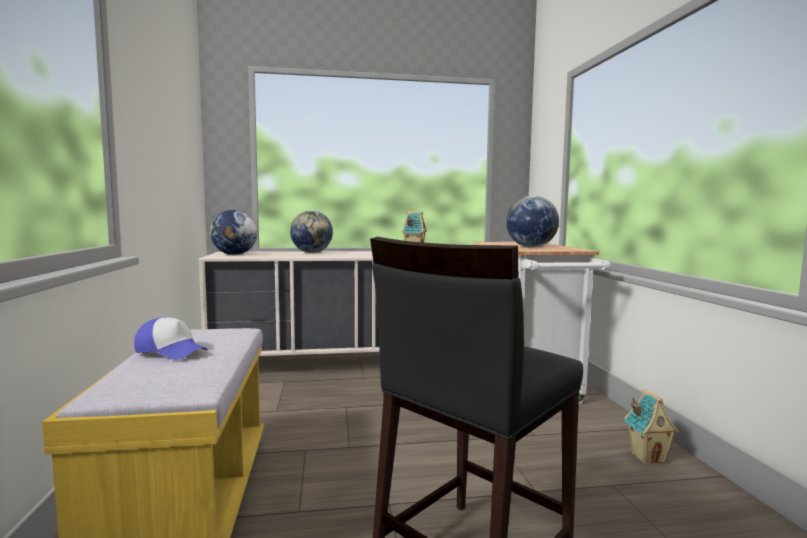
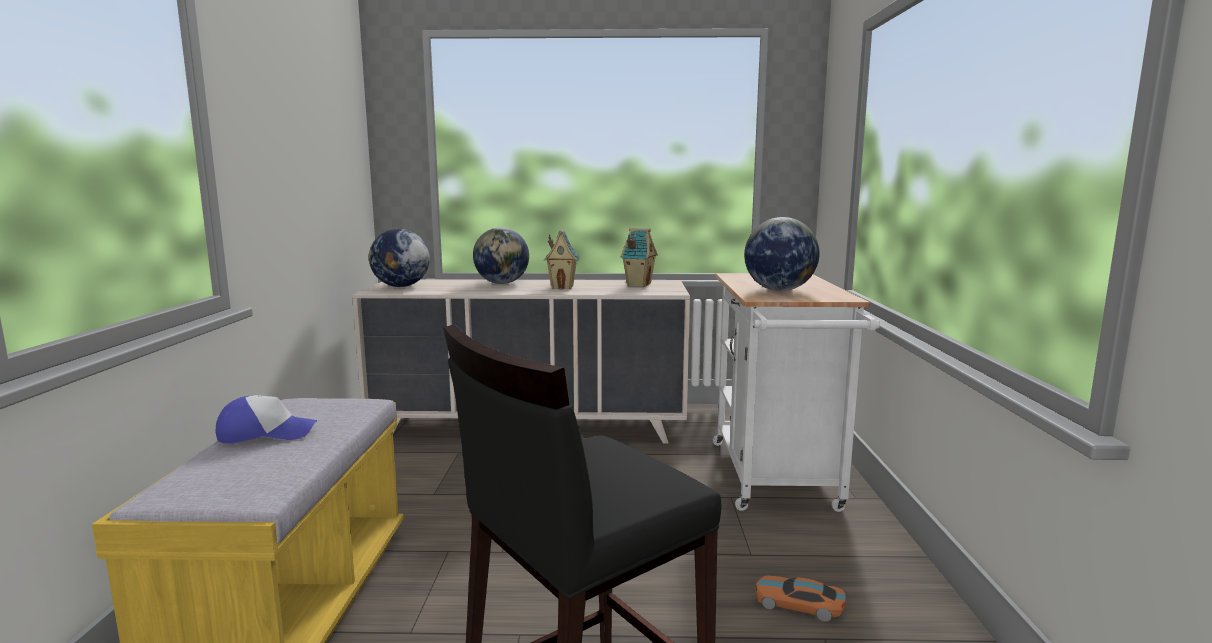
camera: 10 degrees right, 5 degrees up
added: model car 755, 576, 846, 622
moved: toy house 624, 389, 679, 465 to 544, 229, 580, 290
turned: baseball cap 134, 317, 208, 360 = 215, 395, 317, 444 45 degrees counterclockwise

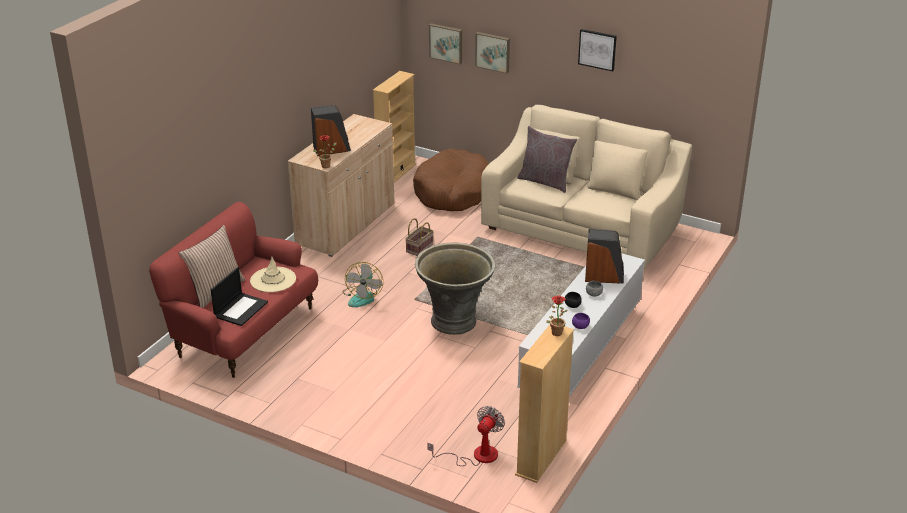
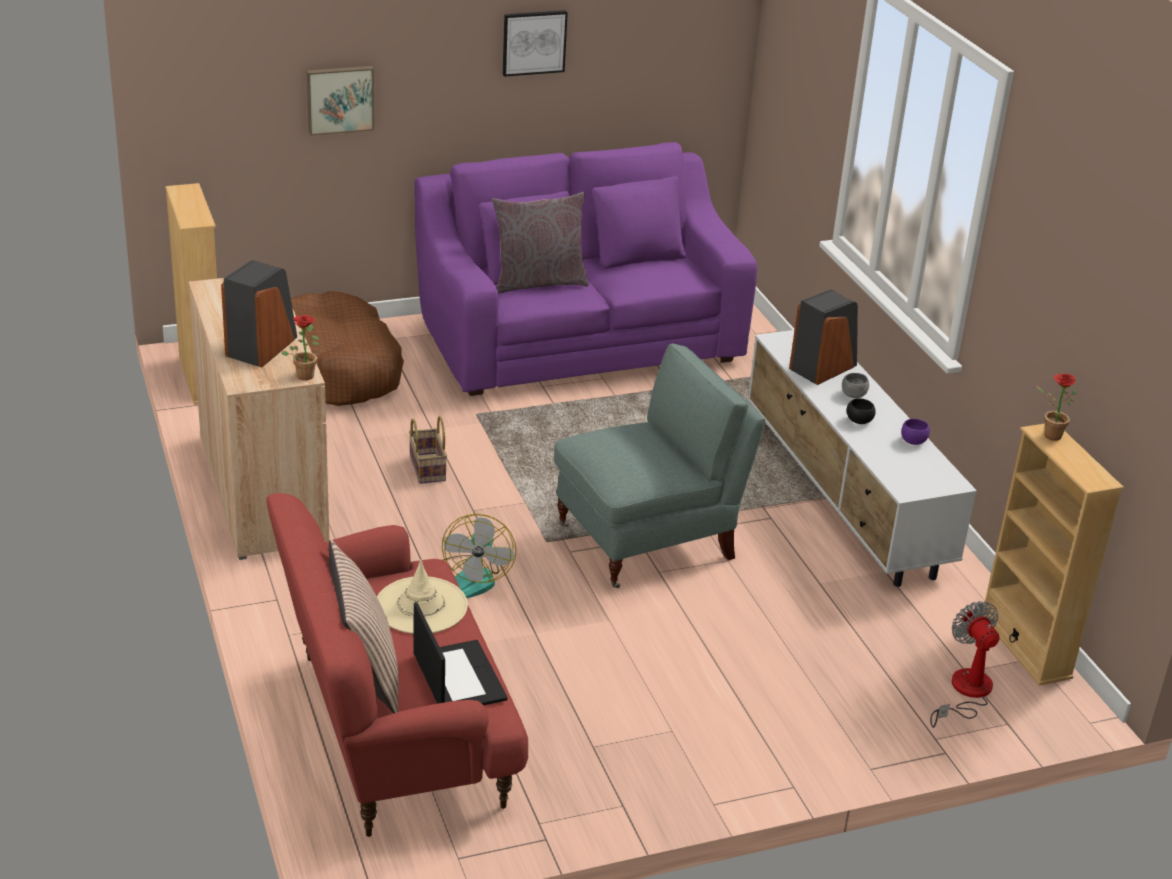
camera: 50 degrees left, 0 degrees up
removed: wall art 429, 23, 462, 64
replaced: grey flower pot 415, 243, 495, 335 to grey easy chair 554, 344, 765, 588
recoloured: beige settee 481, 105, 692, 269 to purplish settee 414, 142, 757, 396
turned: electric fan 343, 262, 383, 307 = 442, 514, 516, 598 45 degrees clockwise

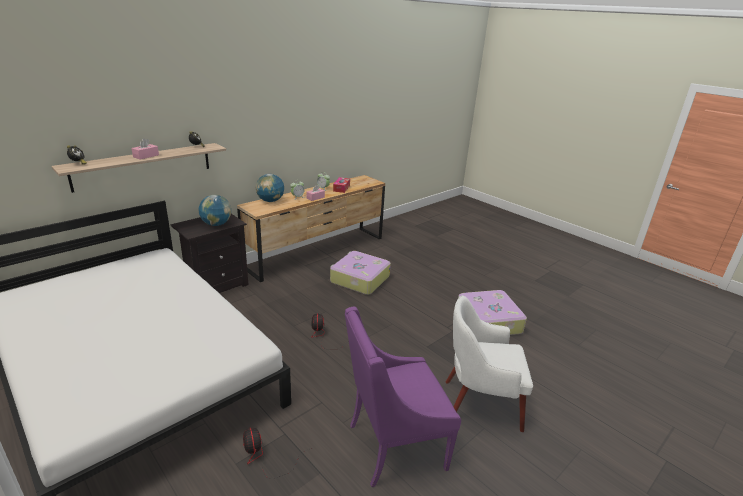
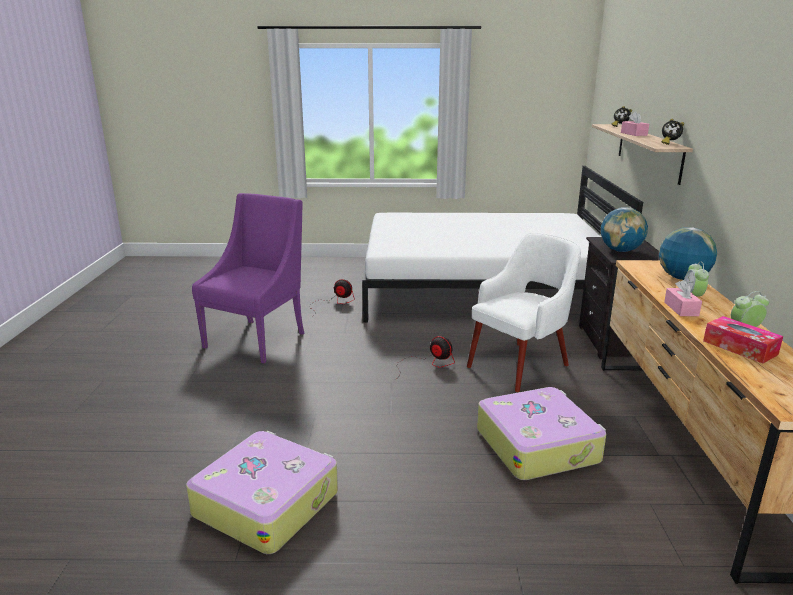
camera: 135 degrees right, 5 degrees down
moved: white-coloured easy chair 446, 295, 533, 432 to 467, 233, 581, 392

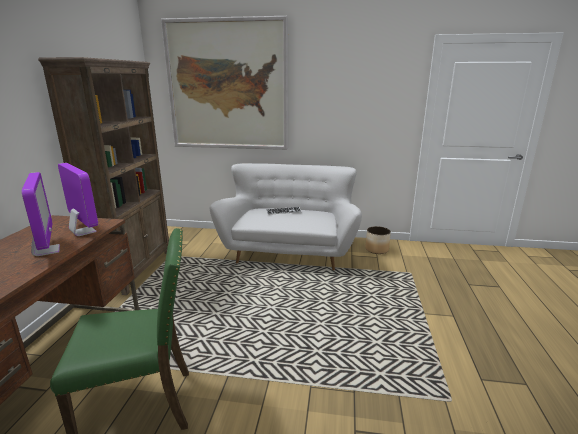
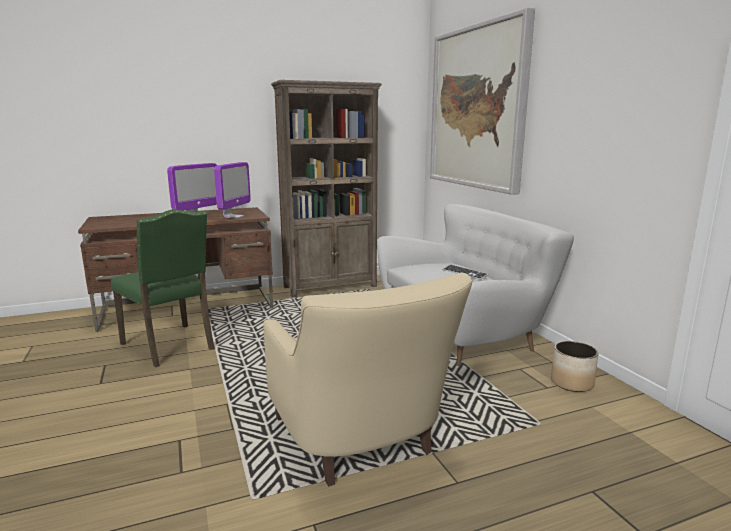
camera: 60 degrees right, 5 degrees down
added: beige easy chair 264, 273, 473, 486

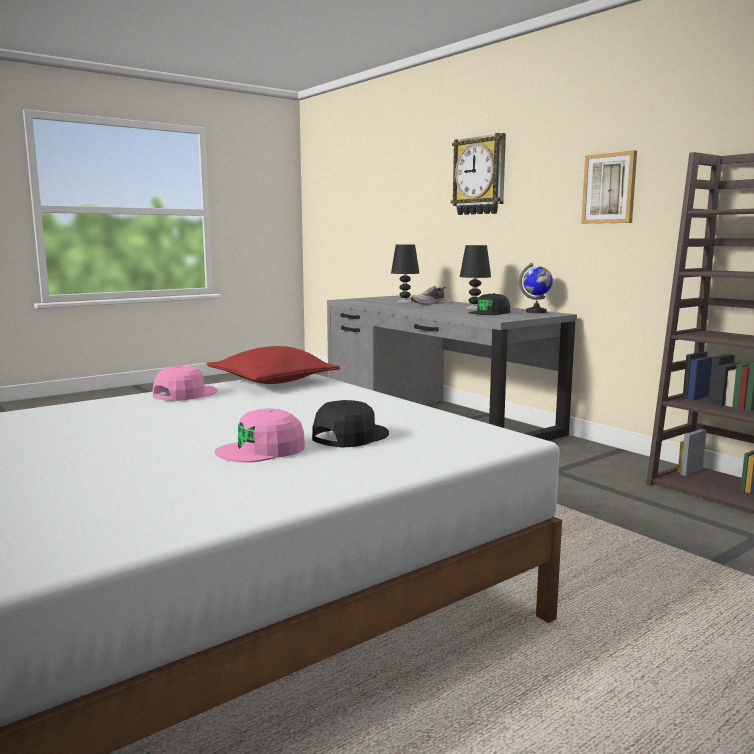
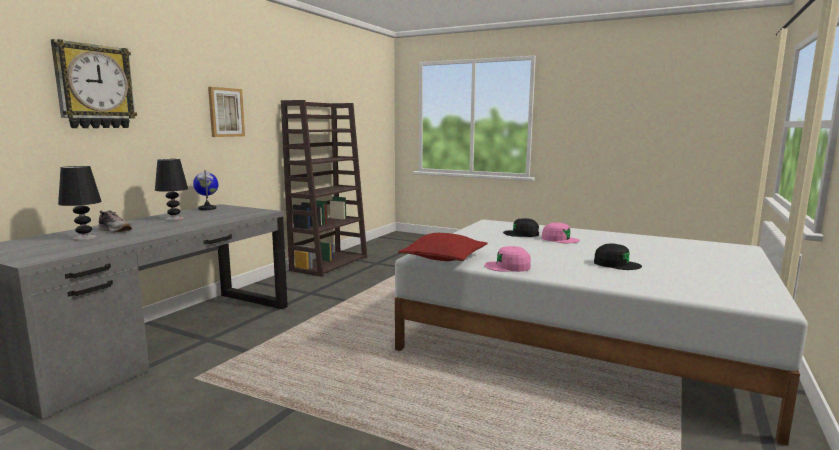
camera: 115 degrees left, 0 degrees up
moved: blackish baseball cap 469, 293, 510, 315 to 594, 244, 642, 270

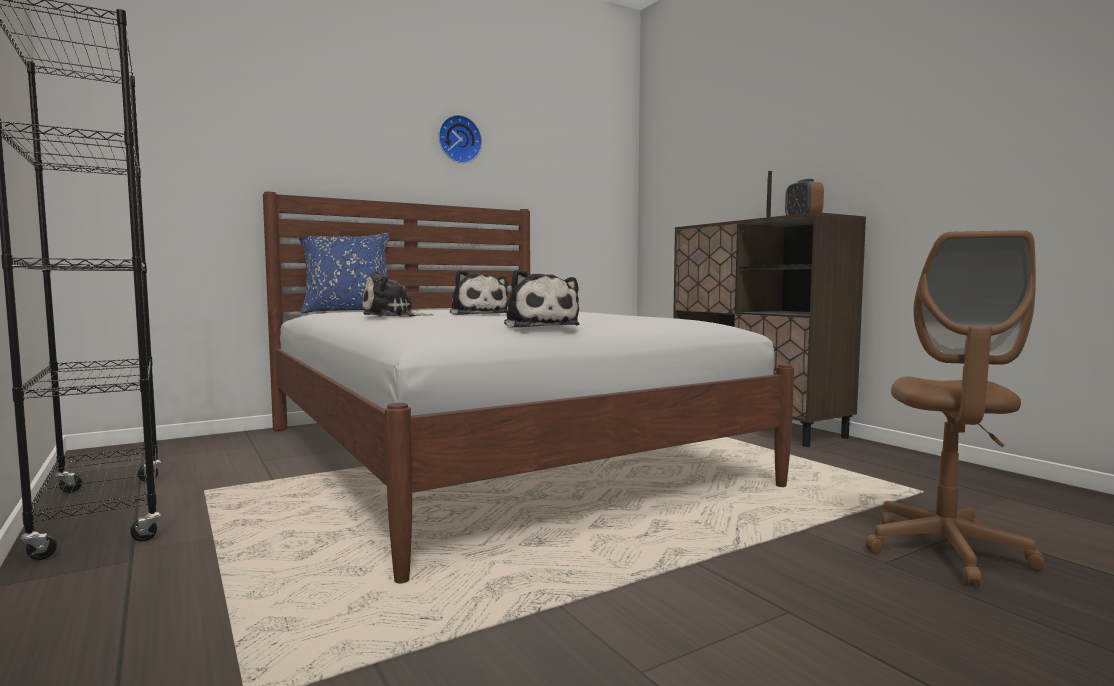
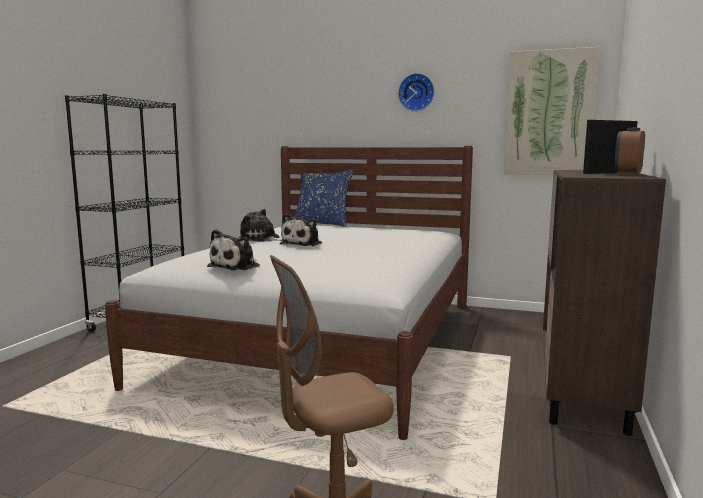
camera: 50 degrees right, 5 degrees up
added: wall art 504, 47, 599, 175

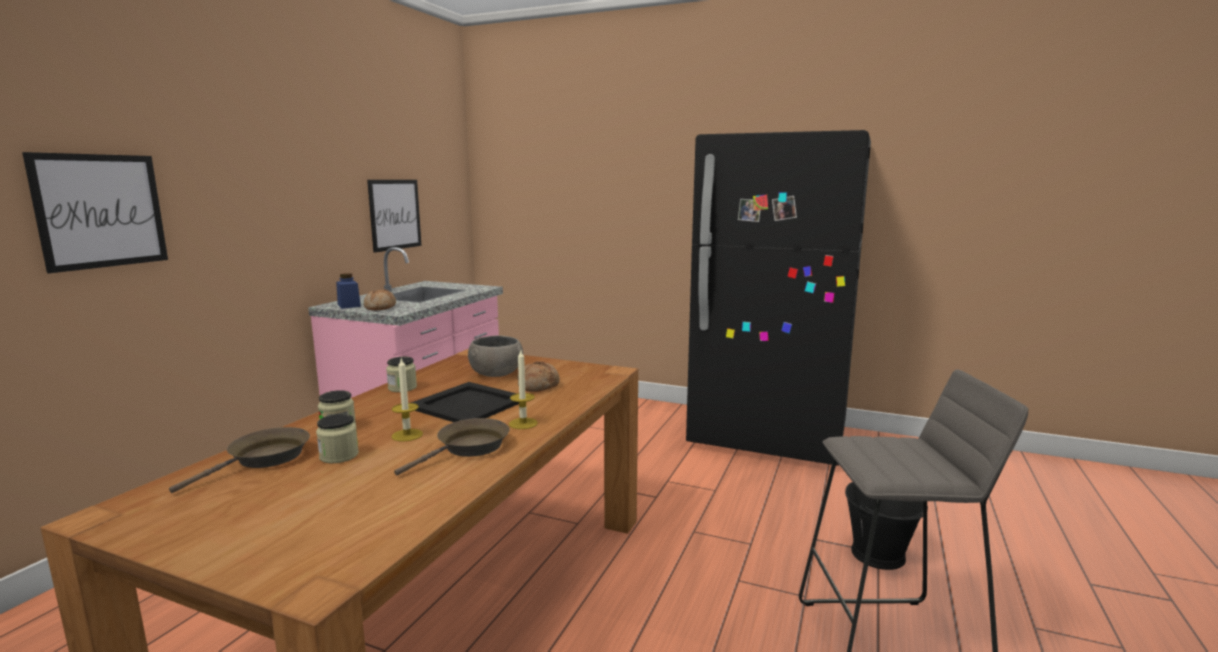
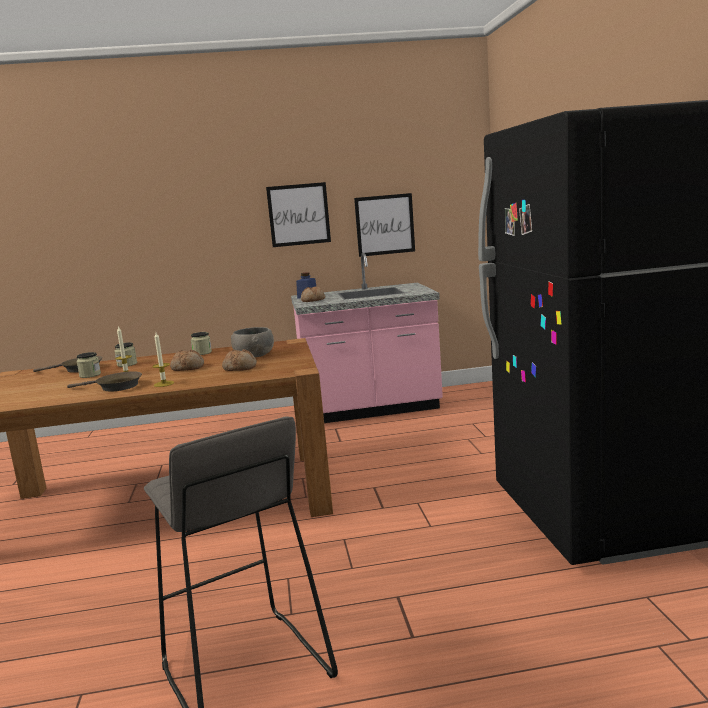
camera: 60 degrees right, 0 degrees up
removed: blackish water bucket 845, 482, 928, 570
moved: wall art 22, 152, 168, 273 to 266, 182, 331, 247
replaced: blackish serving tray 411, 382, 519, 422 to baked bread 170, 350, 204, 371

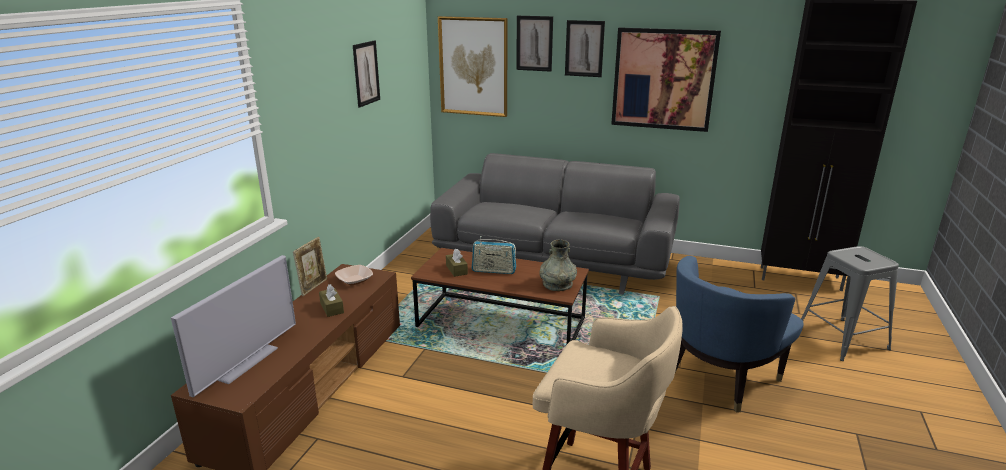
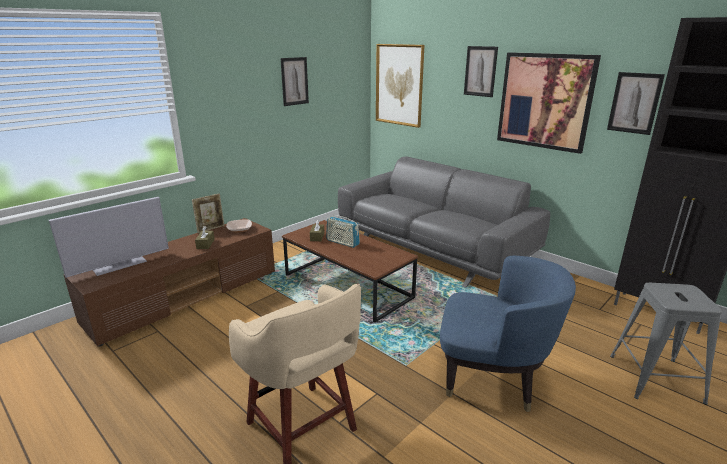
camera: 25 degrees right, 0 degrees up
removed: grey flower vase 539, 240, 577, 291
moved: wall art 516, 16, 553, 72 to 607, 72, 665, 135
turned: blue easy chair 675, 256, 804, 413 = 440, 256, 576, 412 150 degrees counterclockwise

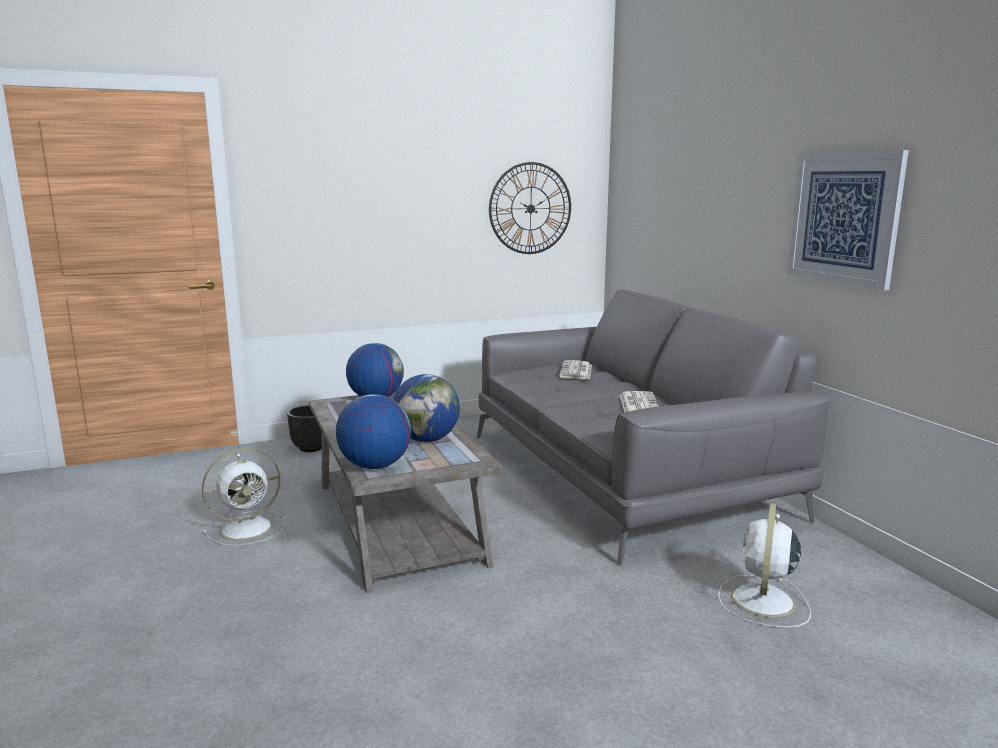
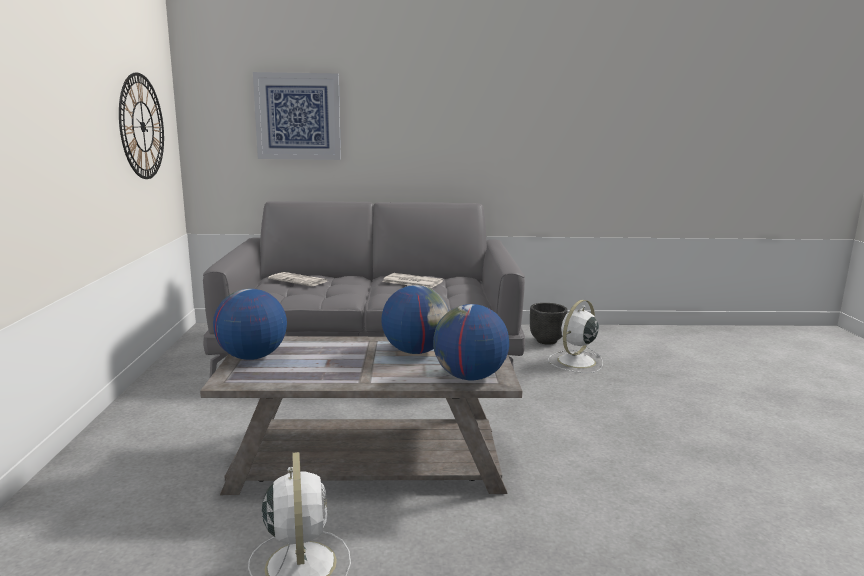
camera: 70 degrees left, 0 degrees up
moved: blackish flower pot 287, 405, 322, 452 to 530, 303, 567, 345; wall art 787, 150, 909, 290 to 253, 72, 341, 160
turned: white-coloured electric fan 718, 503, 811, 628 = 548, 300, 603, 373 90 degrees clockwise

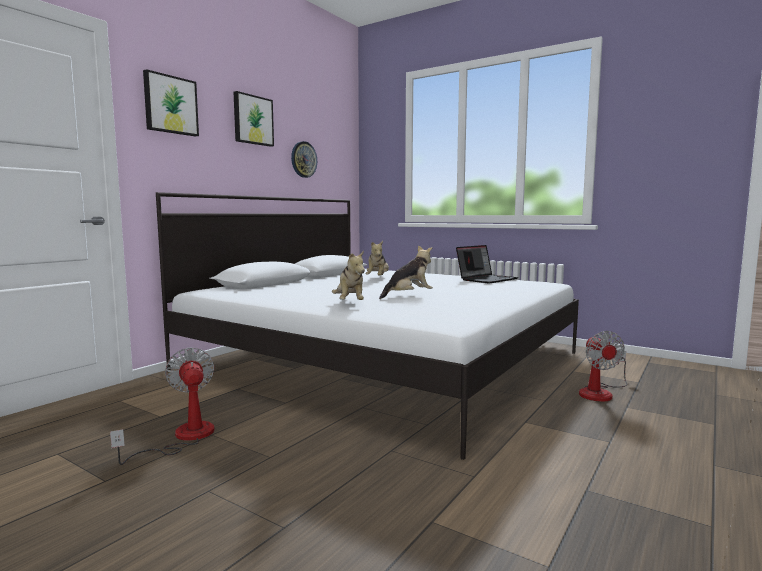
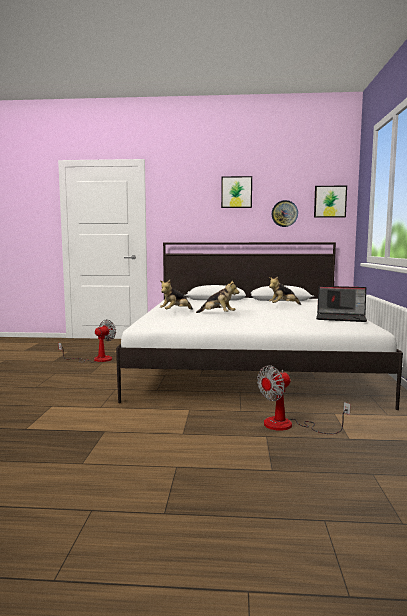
camera: 60 degrees right, 0 degrees up
moved: wall art 143, 69, 199, 137 to 314, 186, 347, 218

